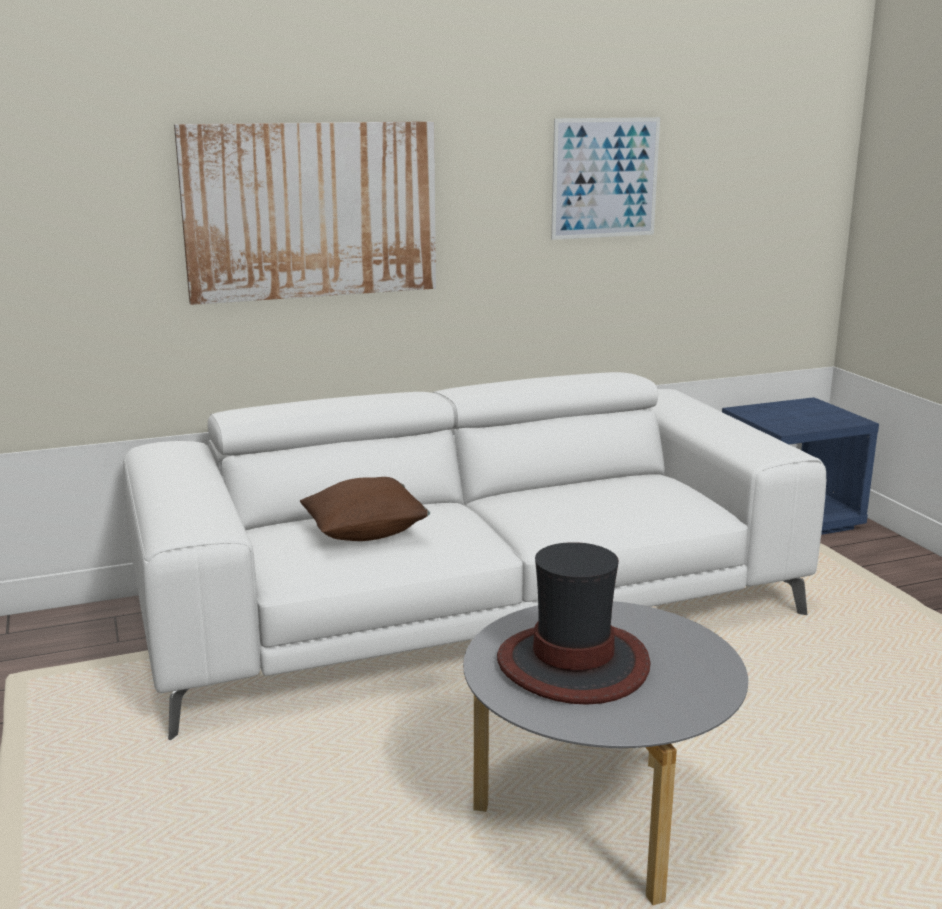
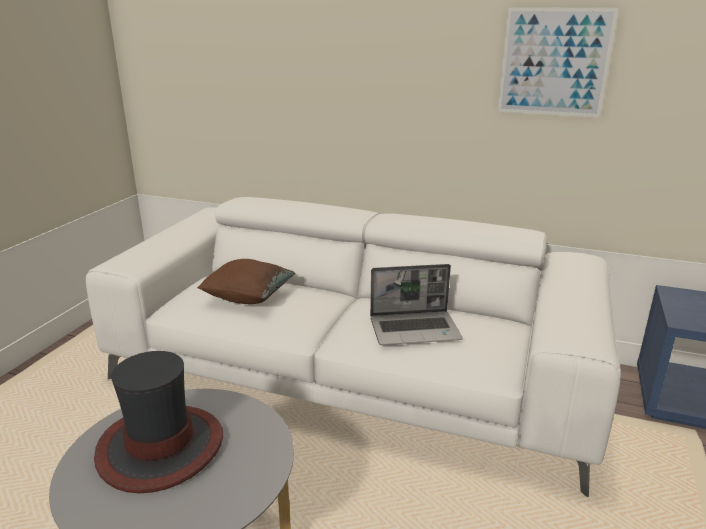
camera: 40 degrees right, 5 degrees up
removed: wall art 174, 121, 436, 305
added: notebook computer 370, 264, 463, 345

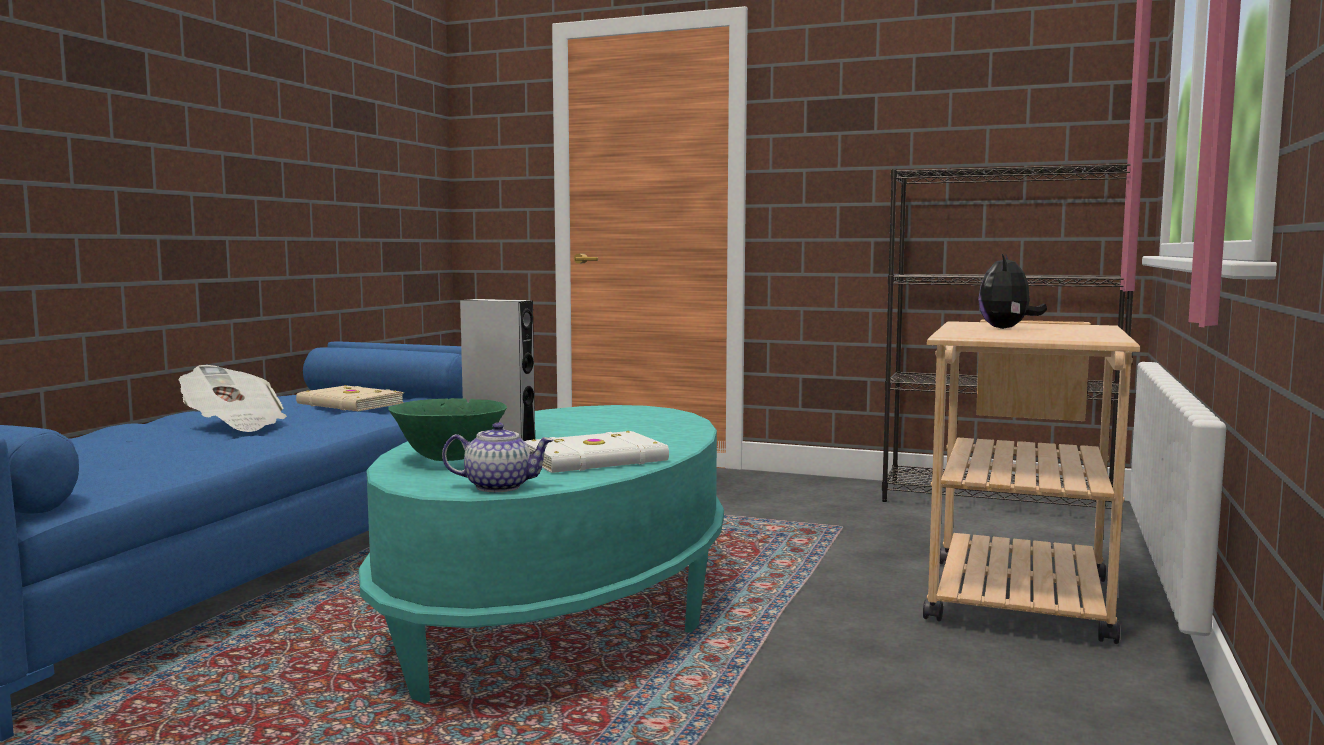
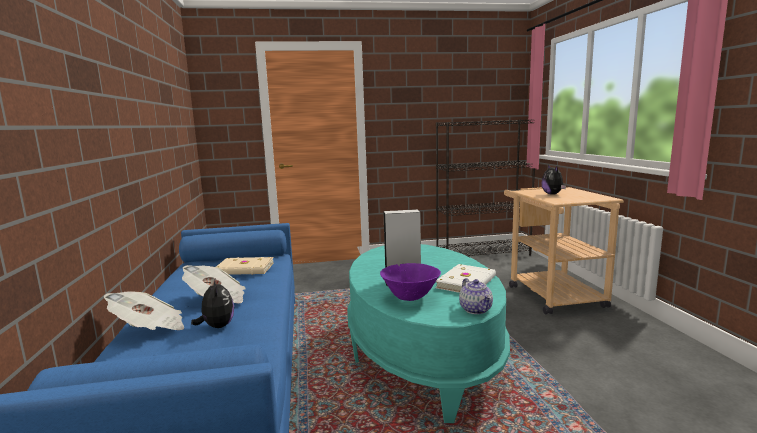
camera: 30 degrees left, 5 degrees up
added: newspaper 104, 292, 184, 330; plush toy 191, 279, 234, 328
recoloured: green-coloured serving bowl 388, 398, 507, 461 to purplish serving bowl 380, 263, 441, 301
turned: tea pot 442, 422, 553, 492 = 459, 278, 493, 314 105 degrees clockwise

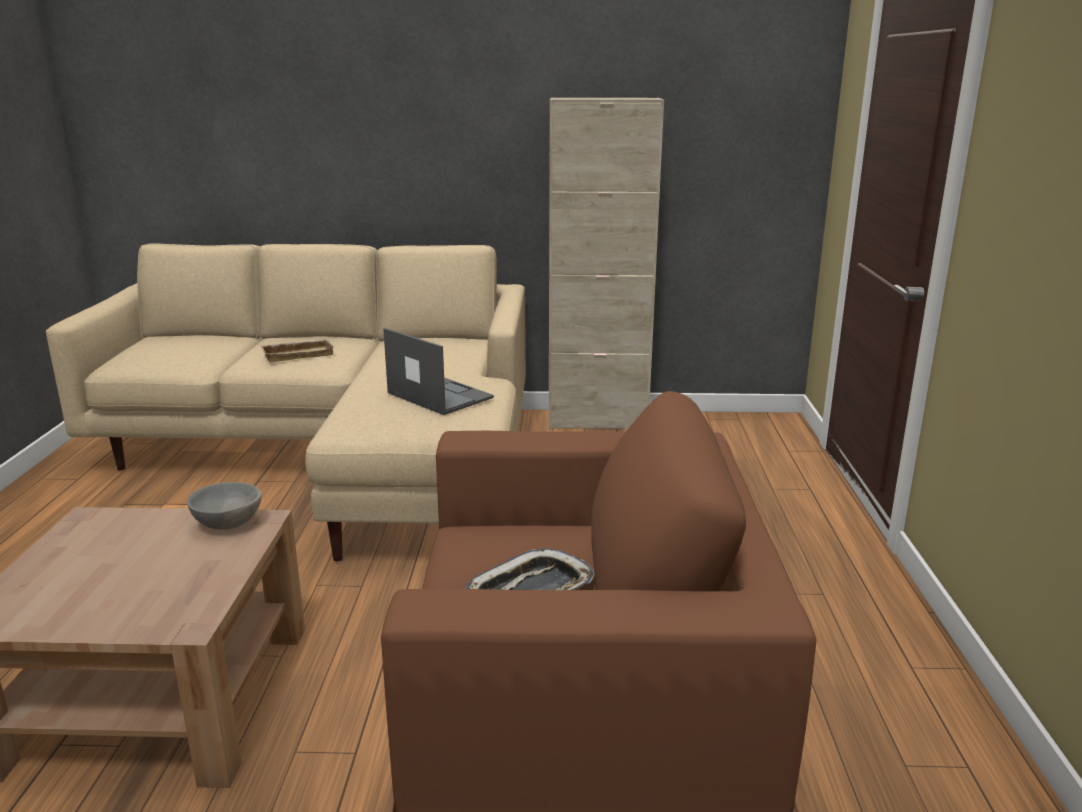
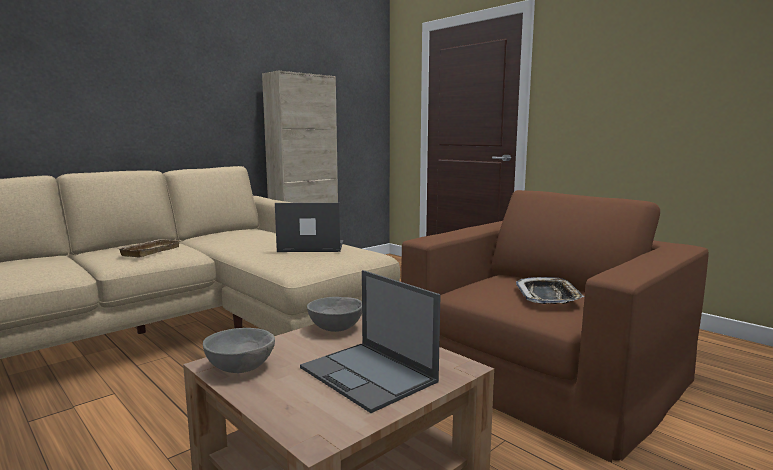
camera: 45 degrees left, 10 degrees down
added: grey serving bowl 203, 328, 275, 373; notebook computer 300, 270, 441, 413

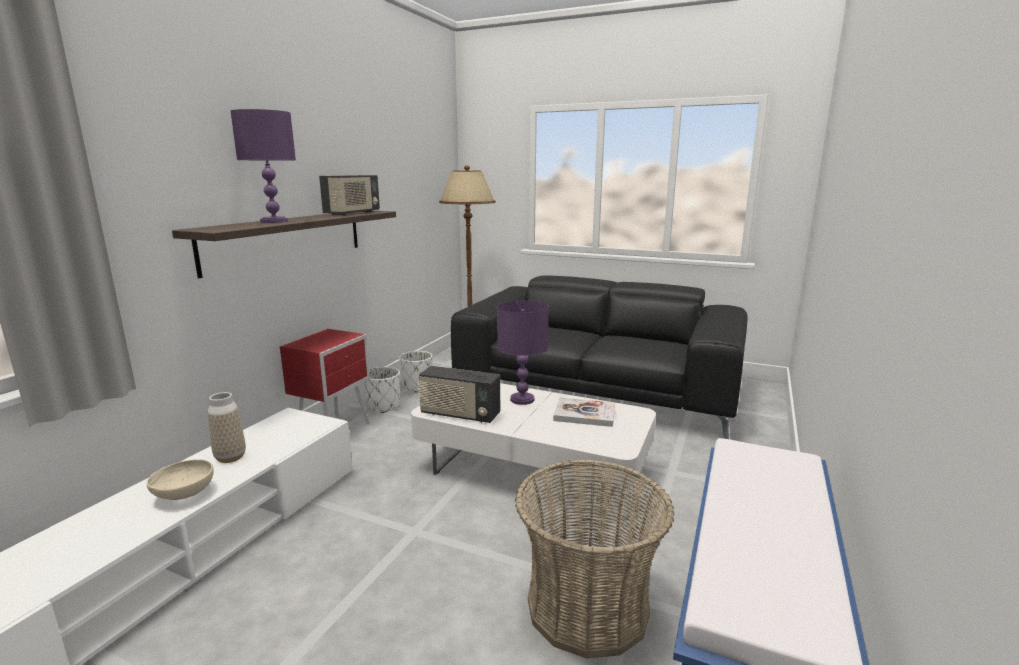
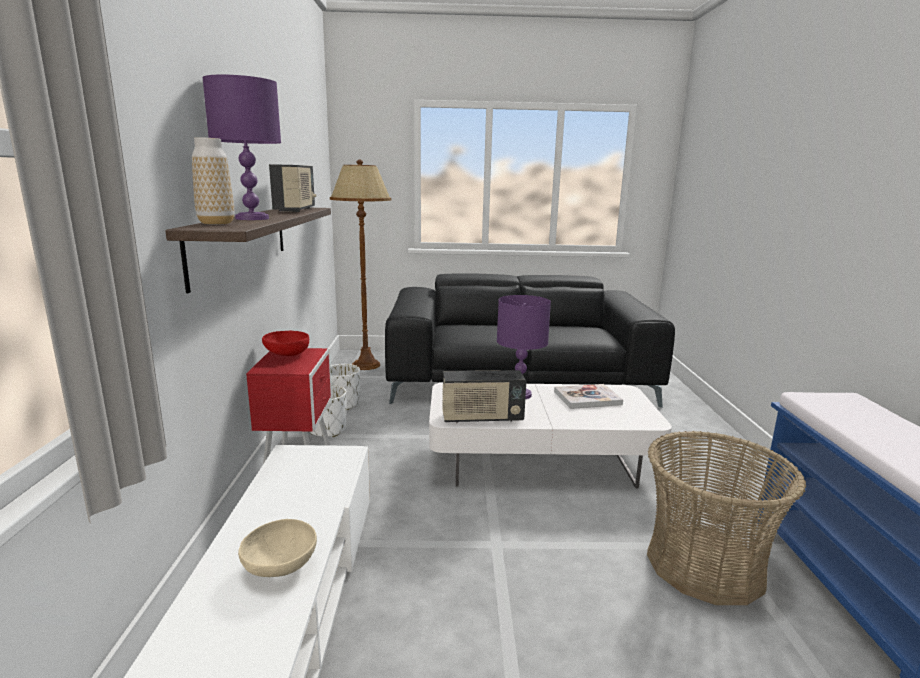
camera: 25 degrees left, 0 degrees up
added: red-coloured serving bowl 262, 331, 309, 356
moved: flower vase 208, 392, 246, 463 to 192, 137, 234, 225

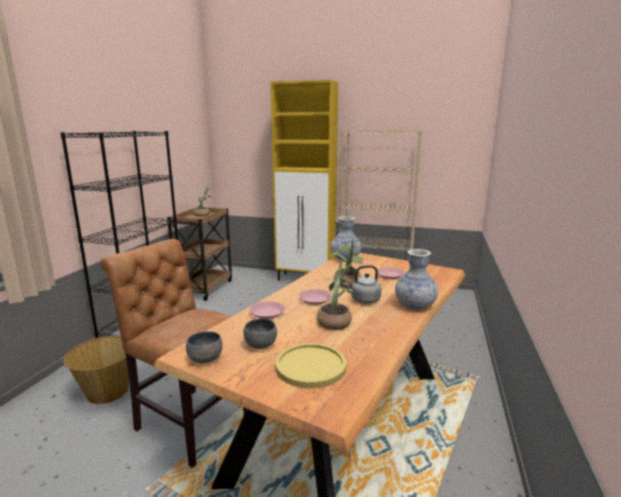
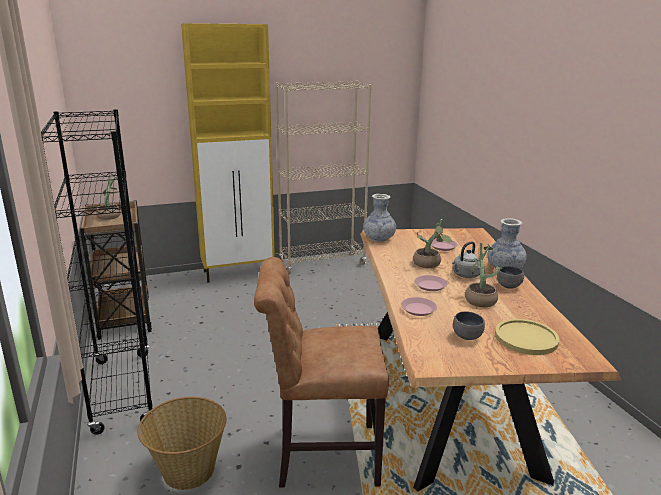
camera: 35 degrees left, 5 degrees up
moved: grey serving bowl 186, 331, 222, 364 to 497, 266, 524, 289

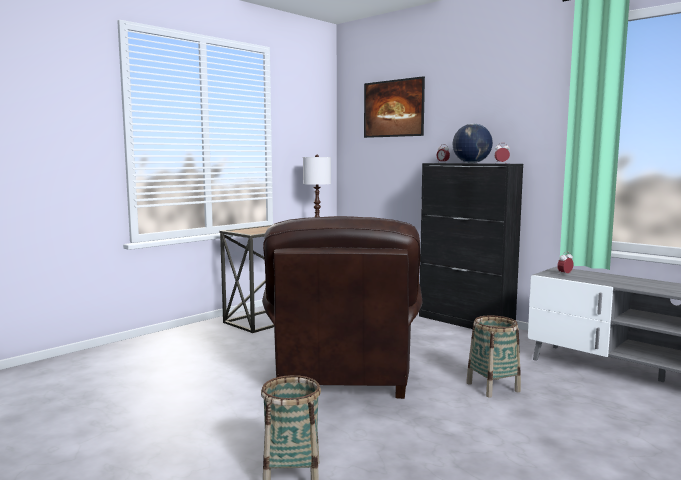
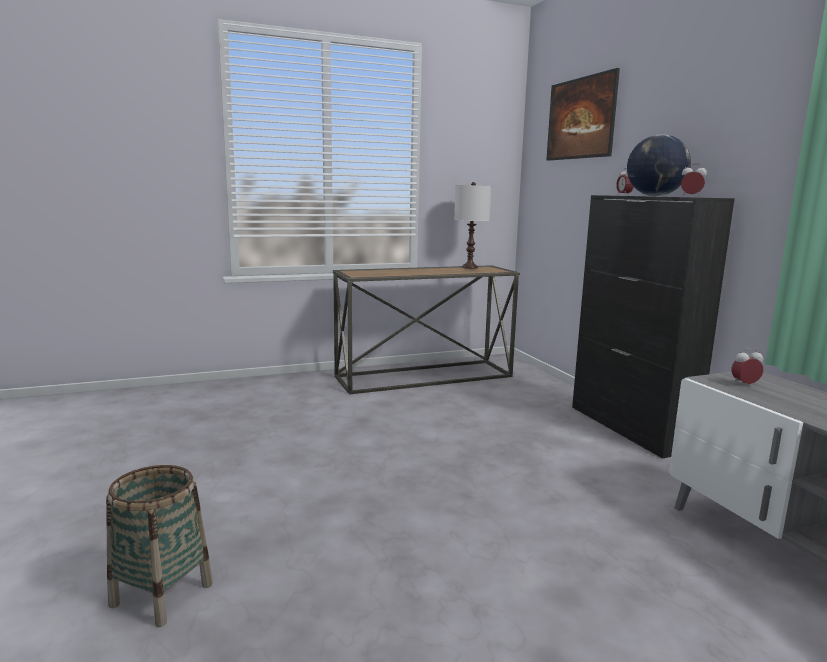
camera: 25 degrees right, 5 degrees up
removed: brownish easy chair 262, 216, 423, 399; household basket 466, 315, 521, 398

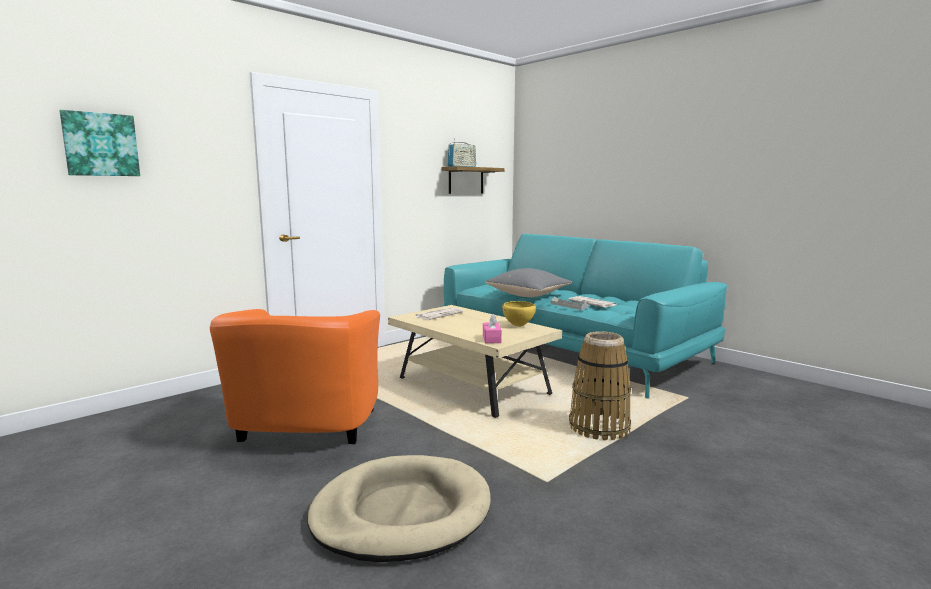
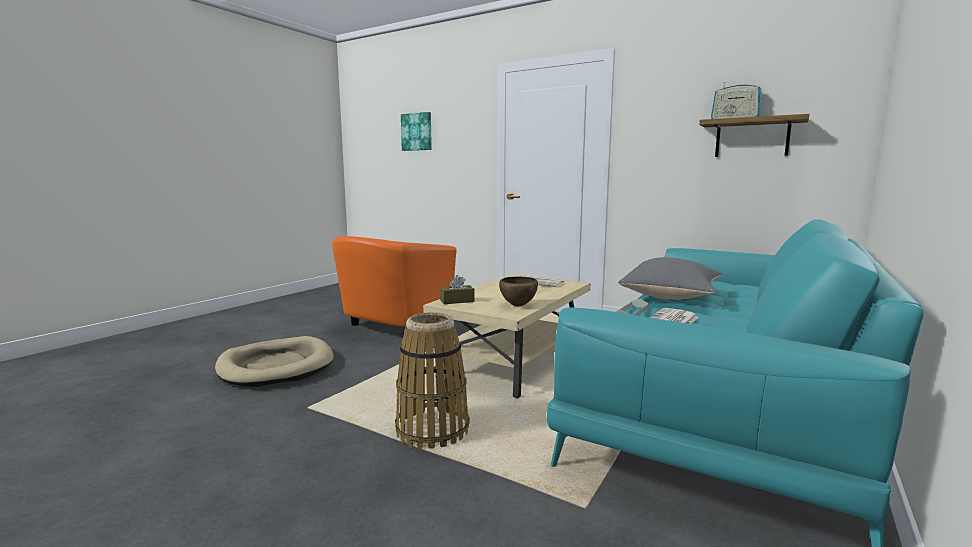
camera: 75 degrees right, 0 degrees up
recoloured: pink-coloured tissue holder 483, 314, 502, 343 to brownish tissue holder 440, 275, 475, 304; yellow serving bowl 502, 301, 536, 327 to brownish serving bowl 499, 277, 538, 306
turned: orangey easy chair 210, 309, 380, 444 = 332, 236, 457, 327 45 degrees counterclockwise

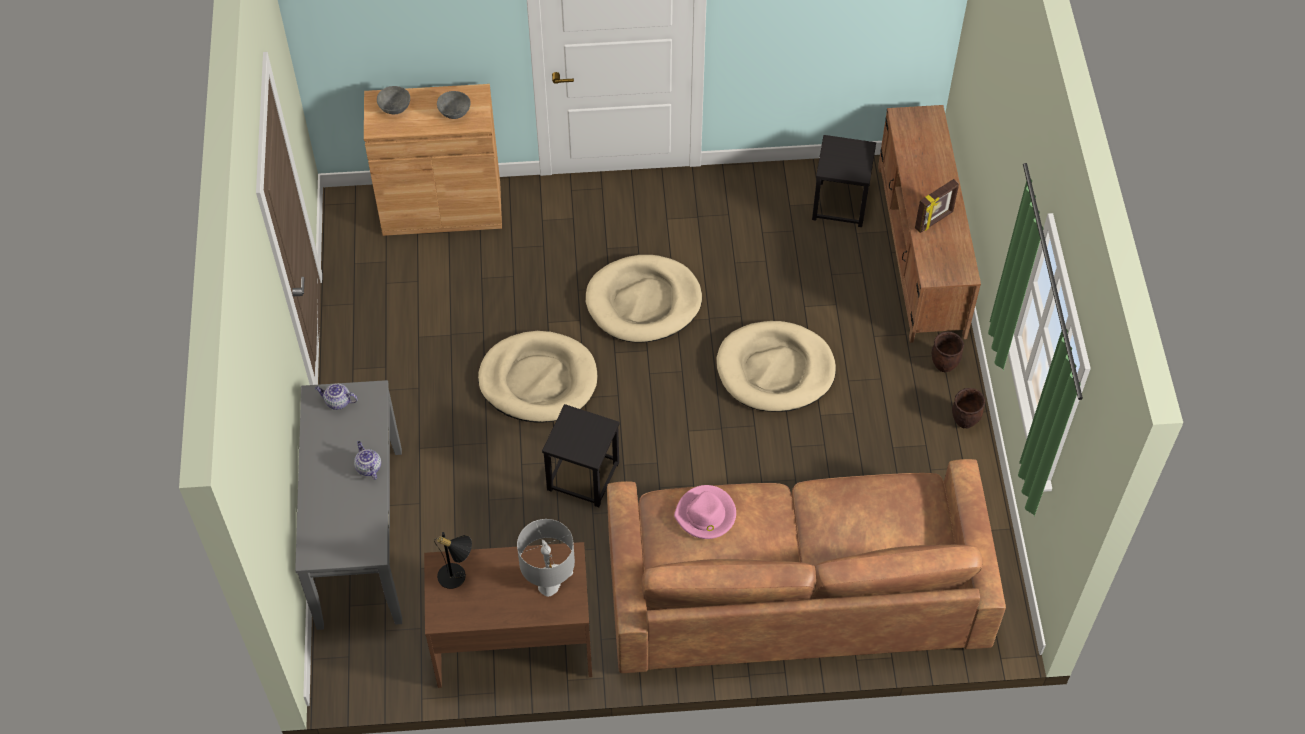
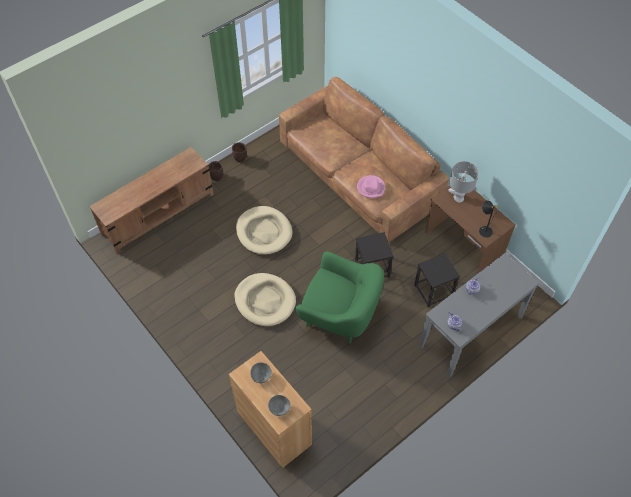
camera: 125 degrees left, 0 degrees up
removed: photo frame 915, 179, 959, 233
moved: blackish sitting stool 812, 135, 876, 227 to 414, 253, 460, 307
replaced: beige pet bed 478, 331, 598, 423 to green-coloured easy chair 296, 252, 384, 344

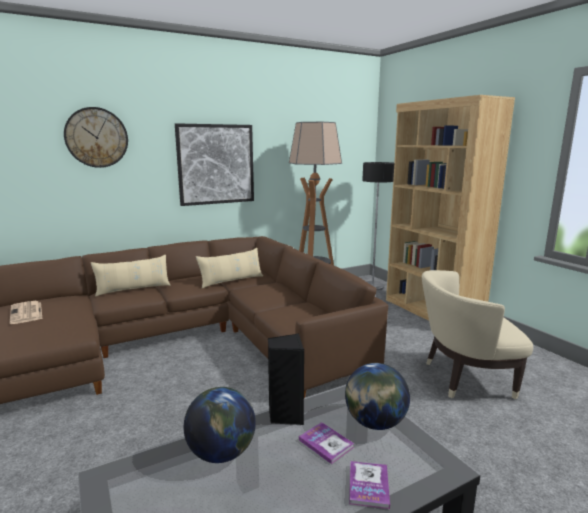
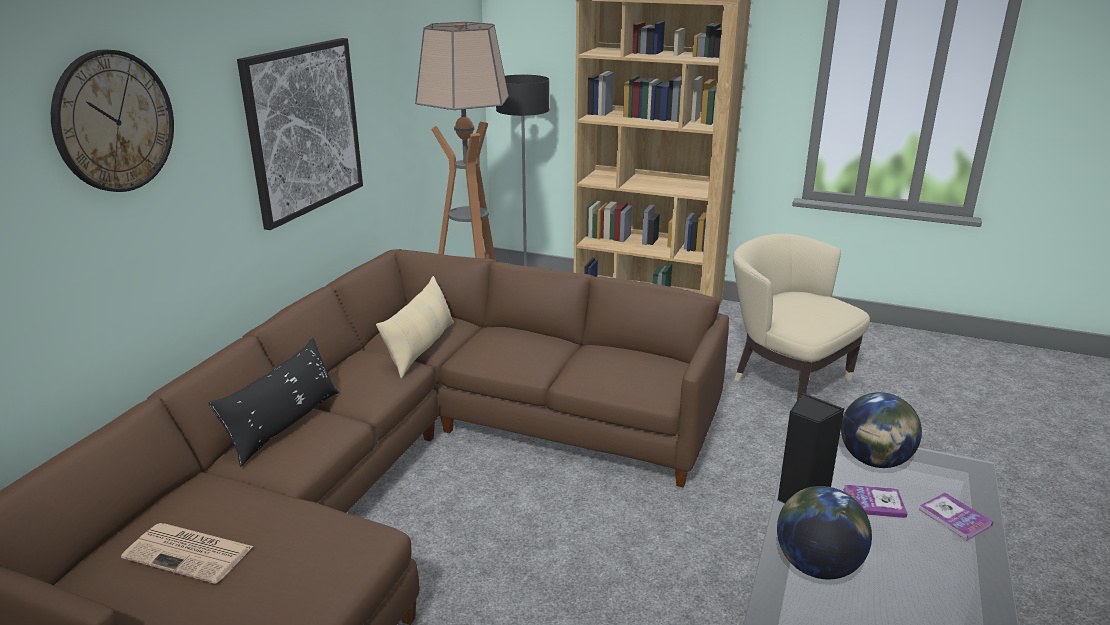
camera: 40 degrees left, 10 degrees up
recoloured: beige pillow 91, 255, 171, 297 to blackish pillow 208, 338, 339, 467
turned: beige easy chair 422, 270, 533, 399 = 733, 233, 870, 400 90 degrees clockwise

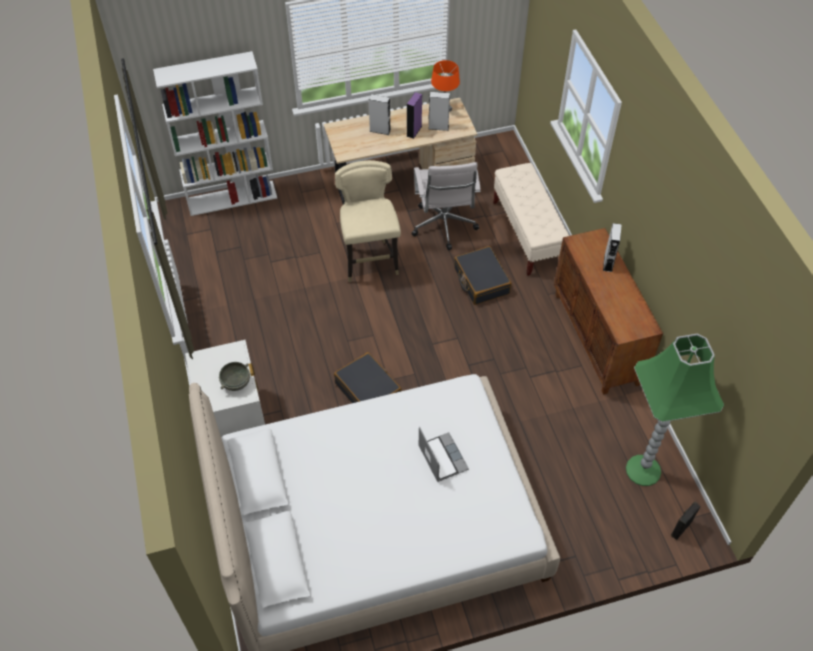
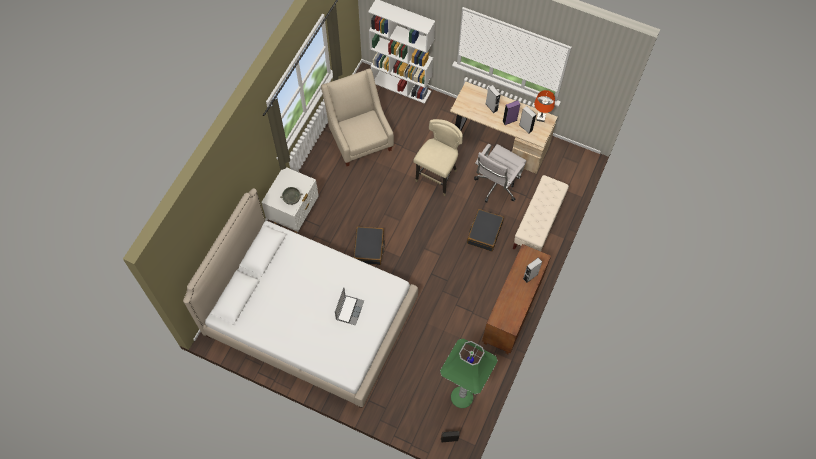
camera: 40 degrees right, 10 degrees up
added: beige easy chair 321, 68, 394, 166

